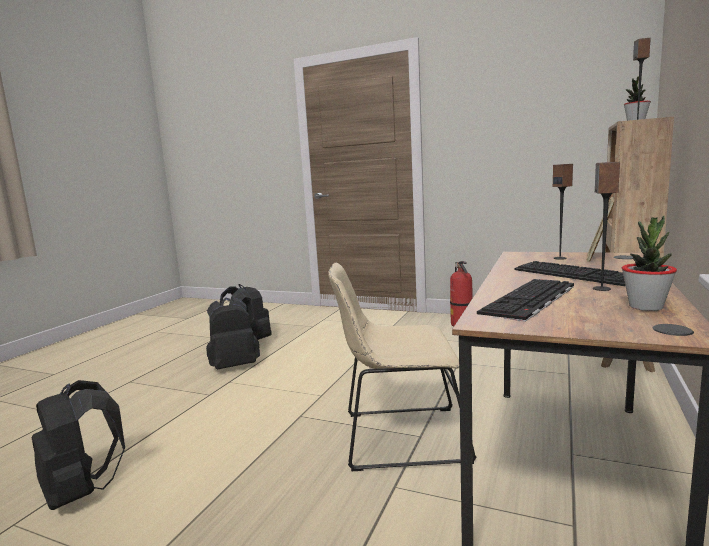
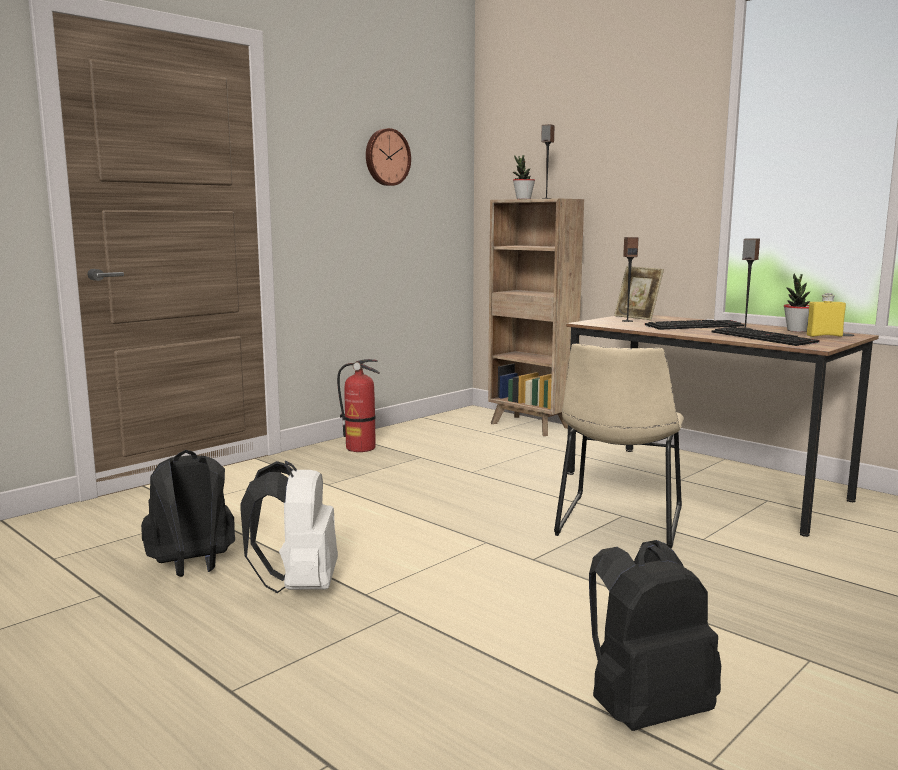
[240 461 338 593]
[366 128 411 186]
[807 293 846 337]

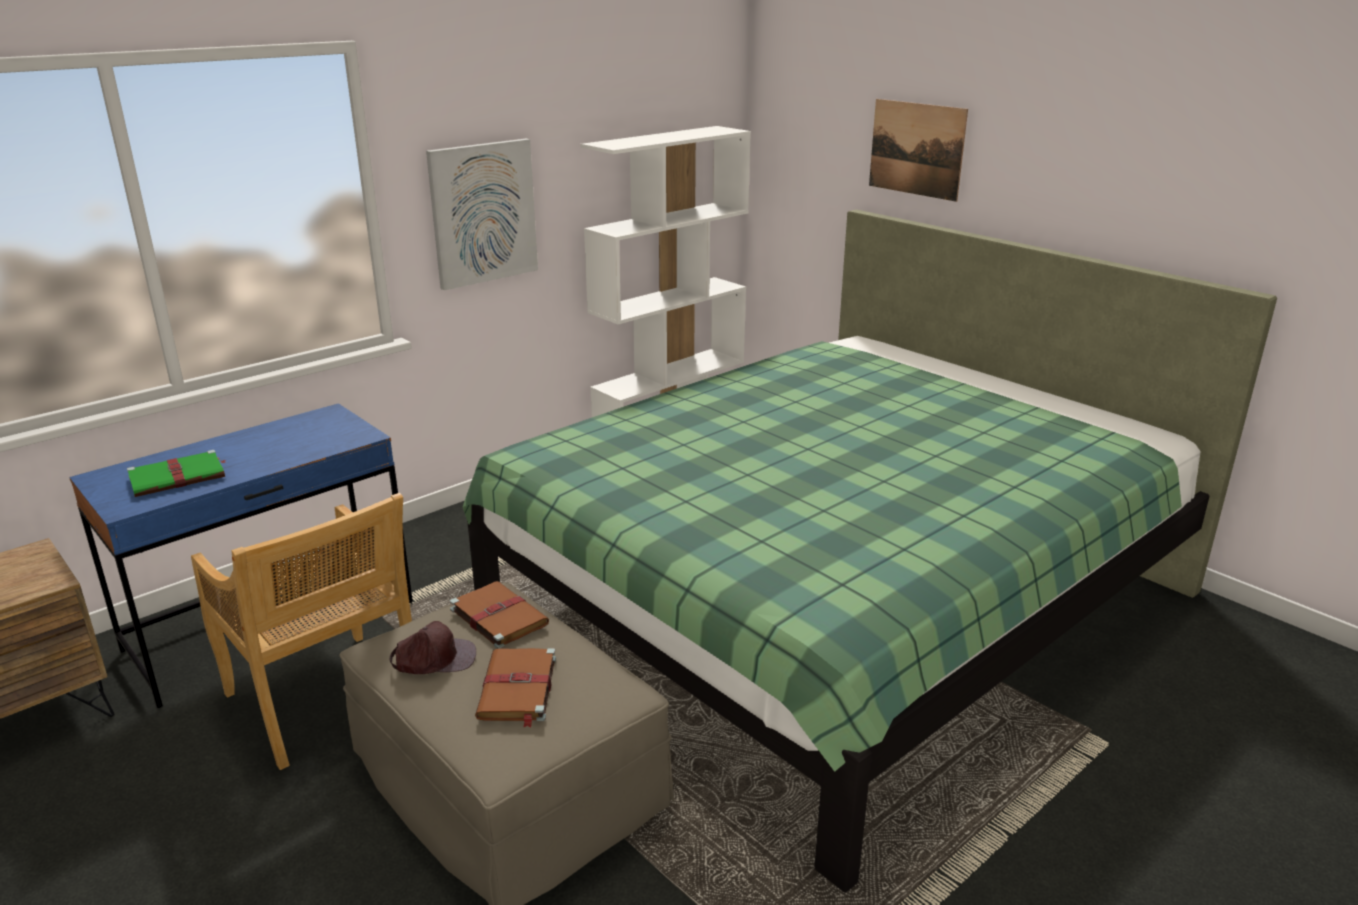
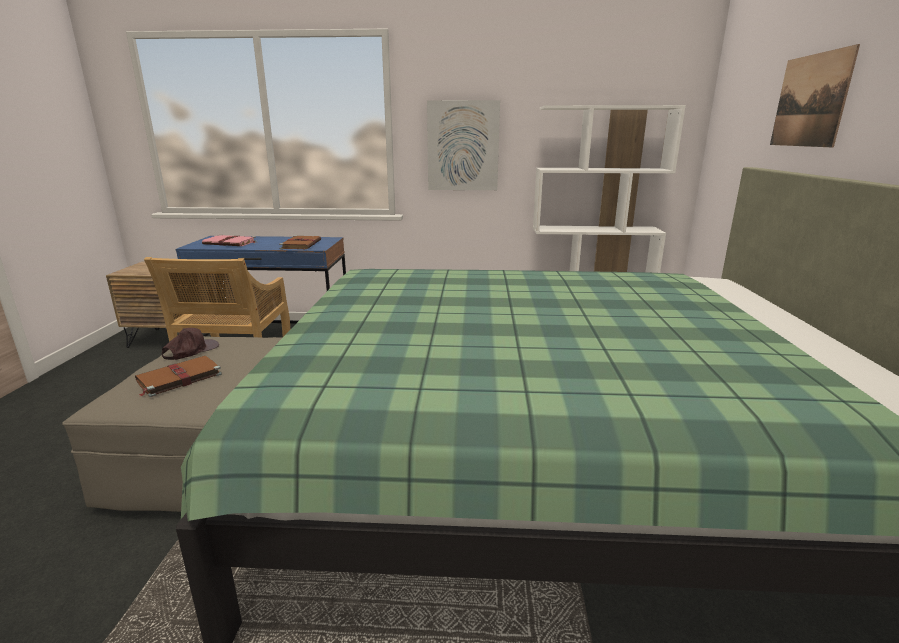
[202 235 256 246]
[162 328 219 360]
[279 235 321 249]

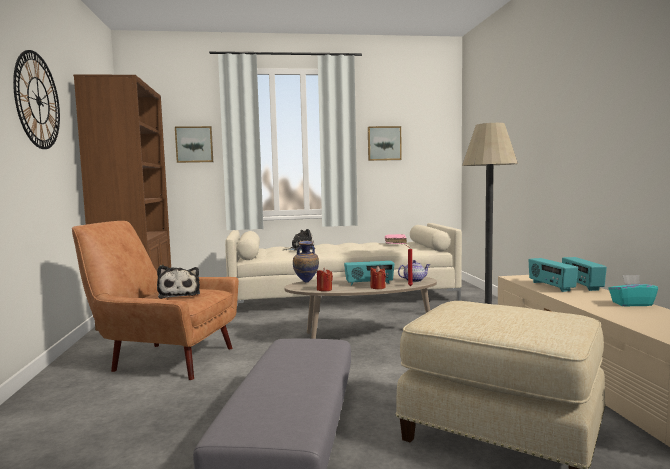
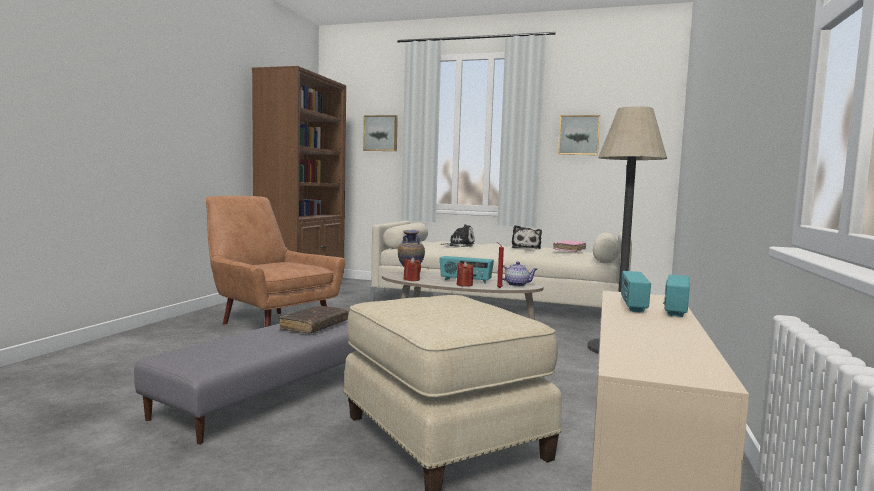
[13 50 60 149] (first image)
[512 225 542 249]
[608 275 658 307] (first image)
[279 305 349 333]

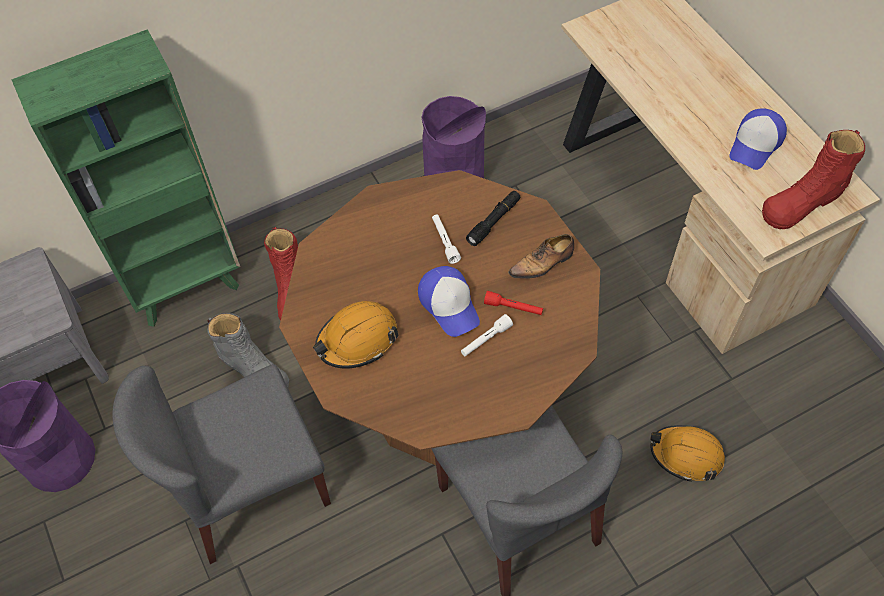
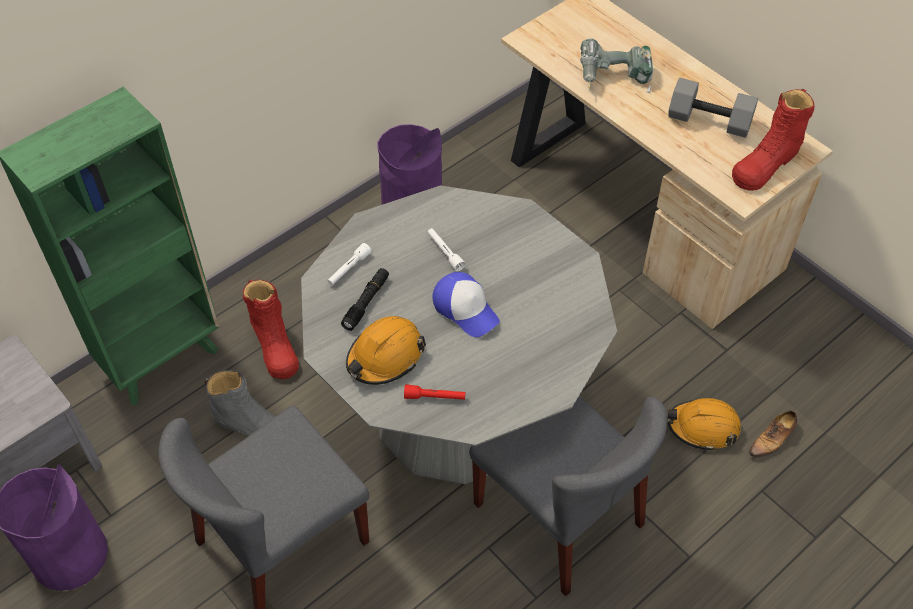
[301 185 617 484]
[327 243 372 285]
[341 268 389 331]
[404 384 465 400]
[749 410 797 458]
[668 78 758 138]
[580 38 653 93]

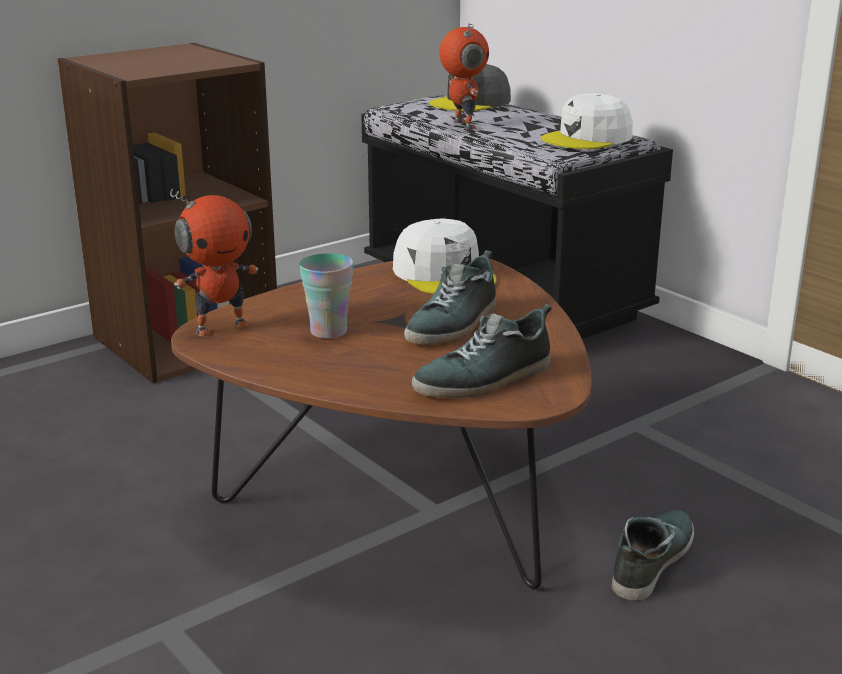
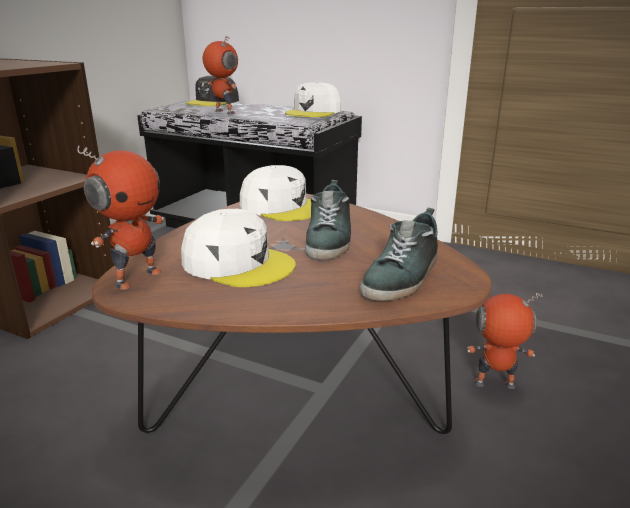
[181 209 296 287]
[467 293 543 389]

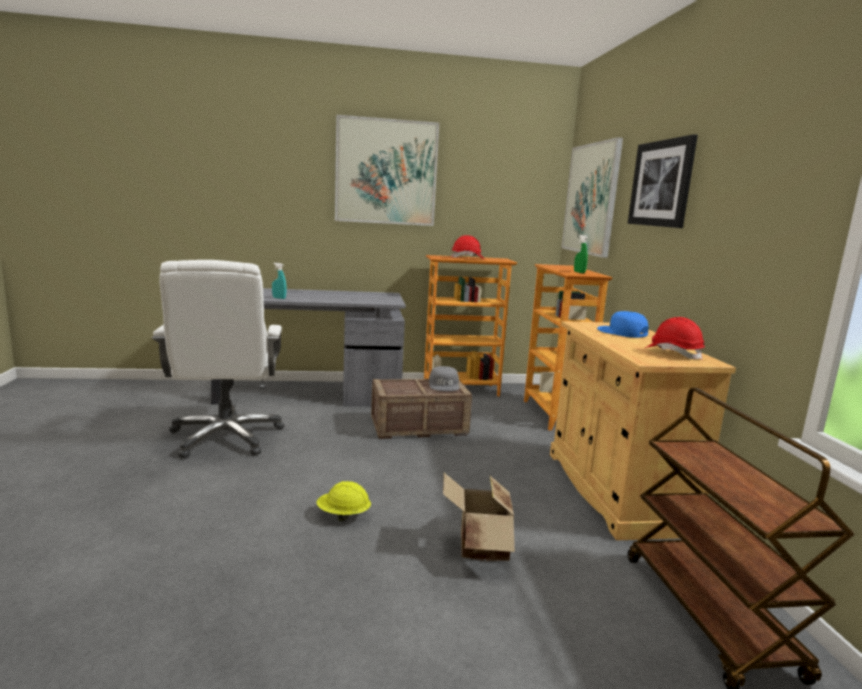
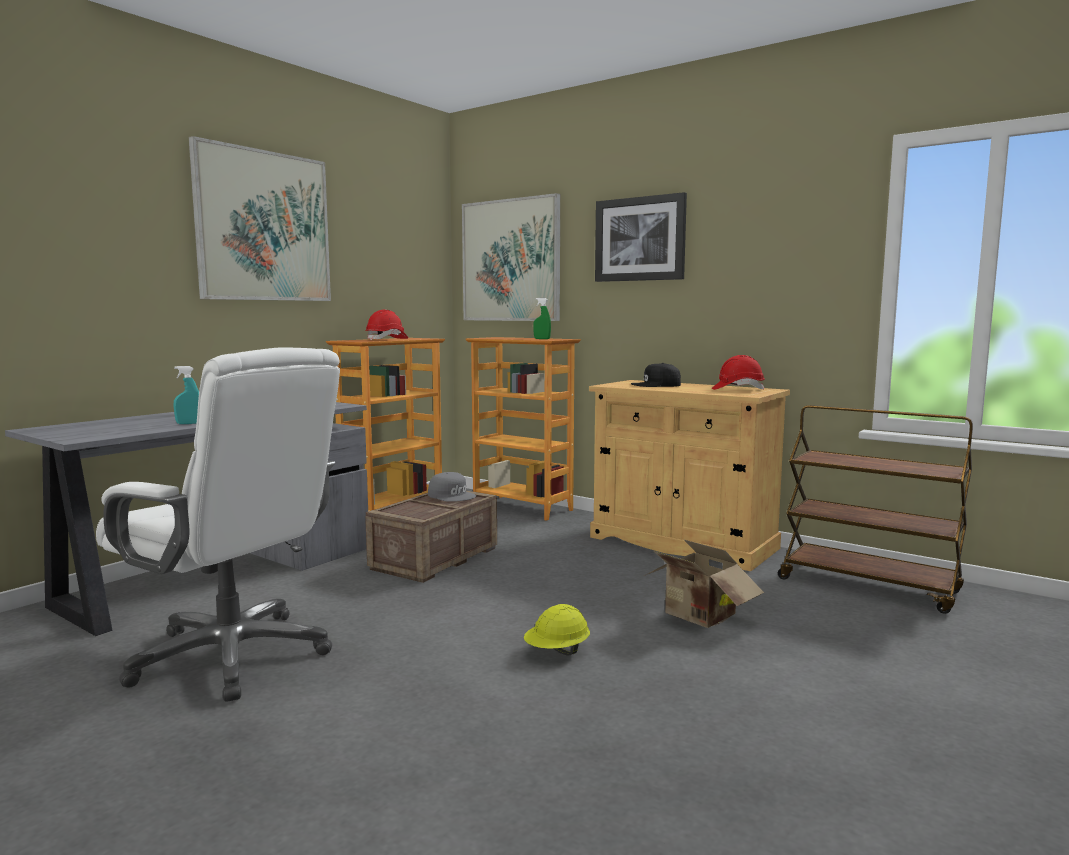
[631 363 681 387]

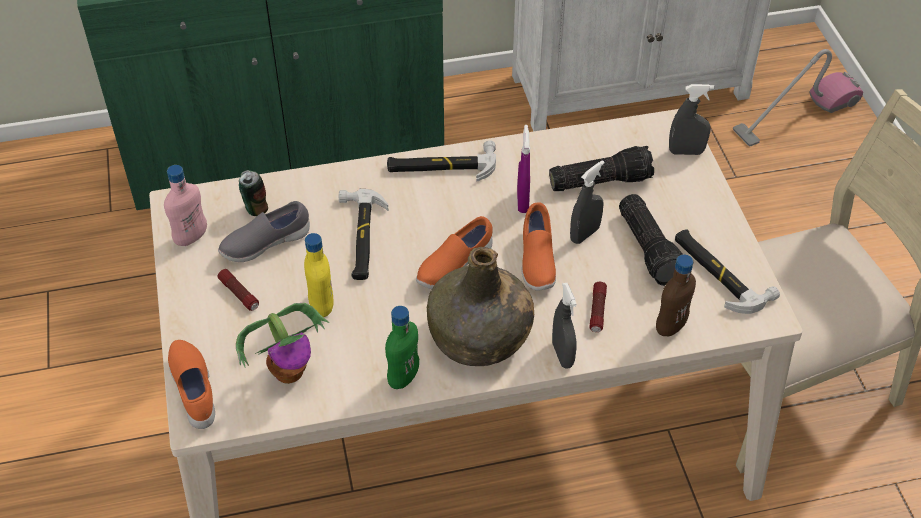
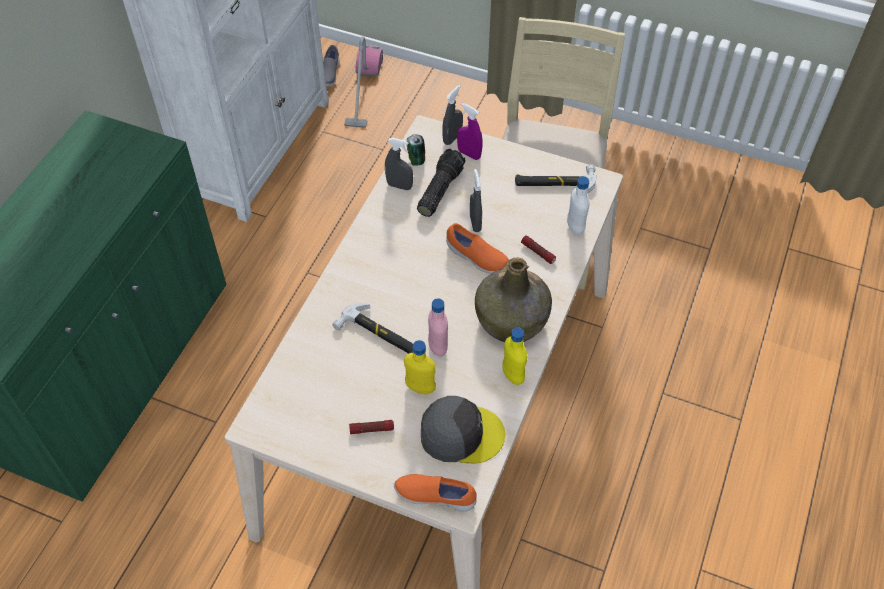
[428 298 448 357]
[323 45 340 87]
[421 396 505 464]
[407 134 425 165]
[502 327 527 385]
[387 140 496 181] (first image)
[416 216 493 289] (first image)
[457 103 483 160]
[385 138 413 190]
[619 194 683 286] (first image)
[567 176 590 235]

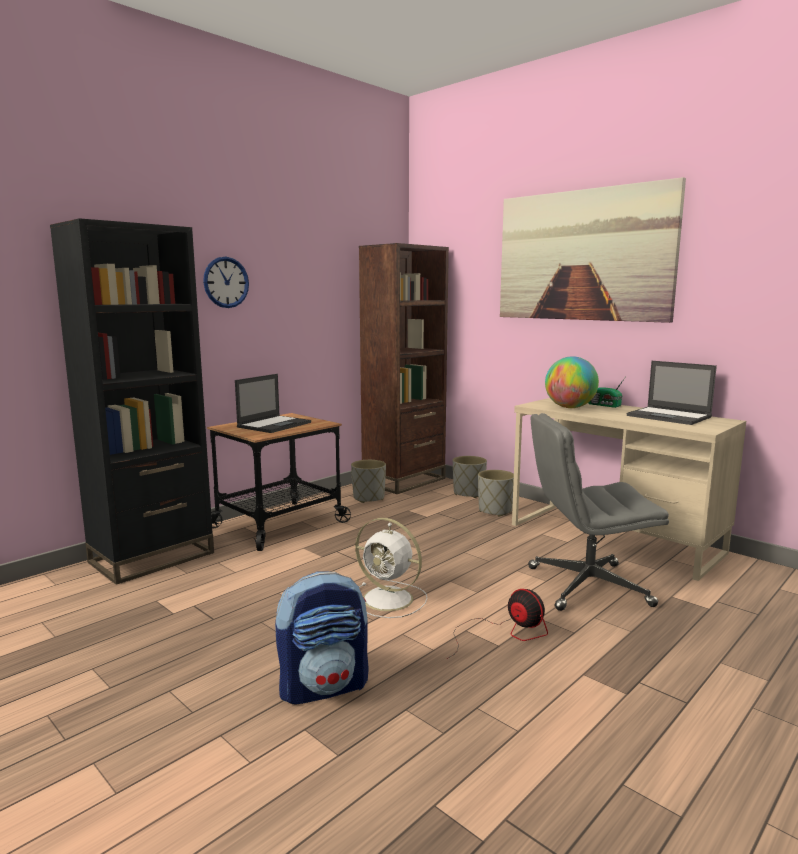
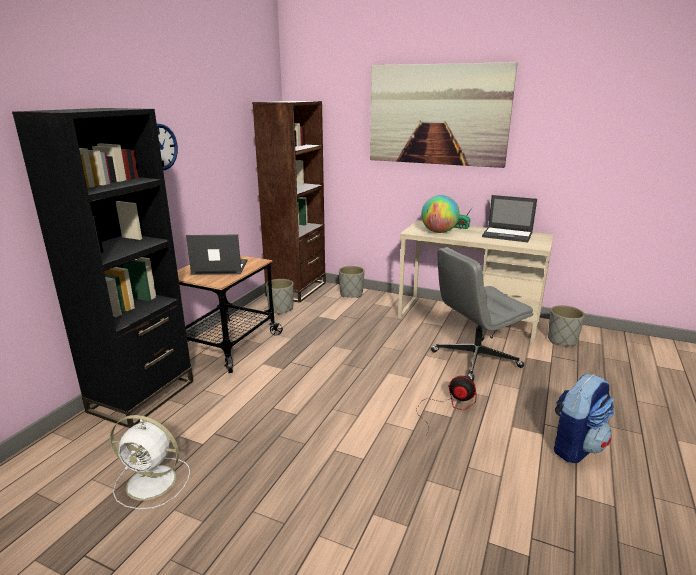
[186 235 247 275]
[554 374 614 463]
[110 415 190 509]
[548 305 585 346]

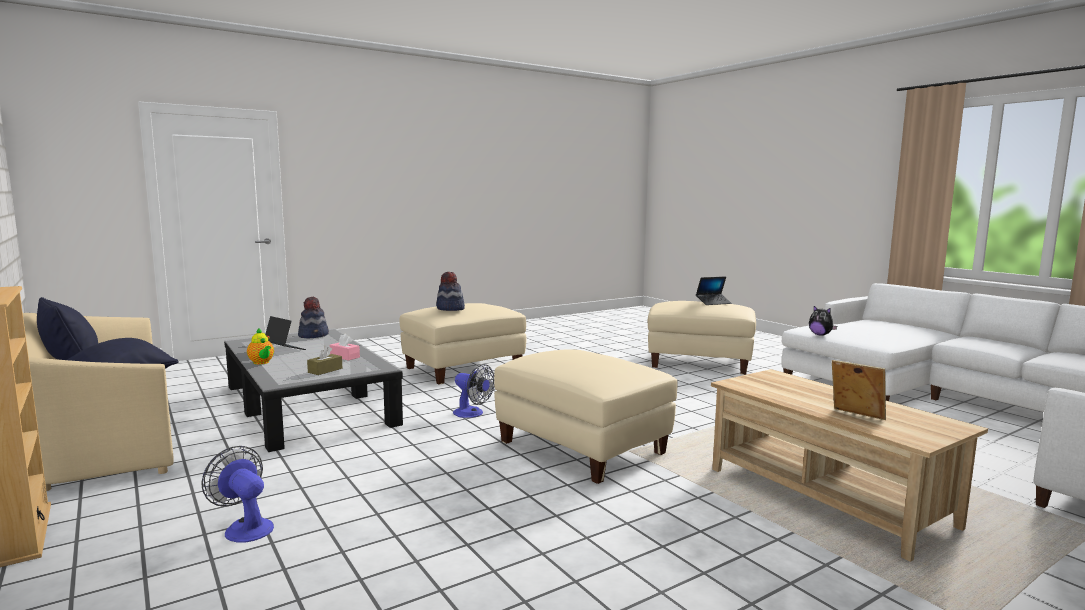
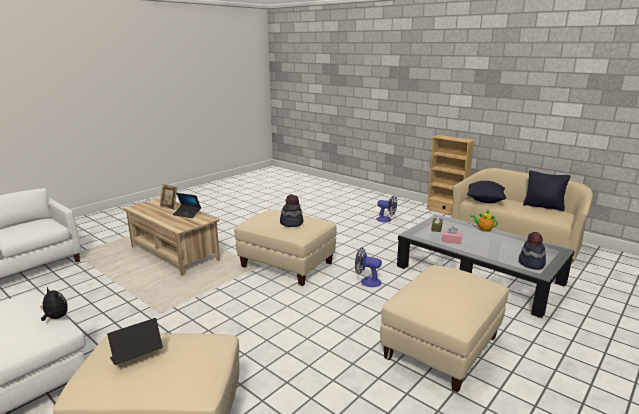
[173 193 201 218]
[280 194 303 227]

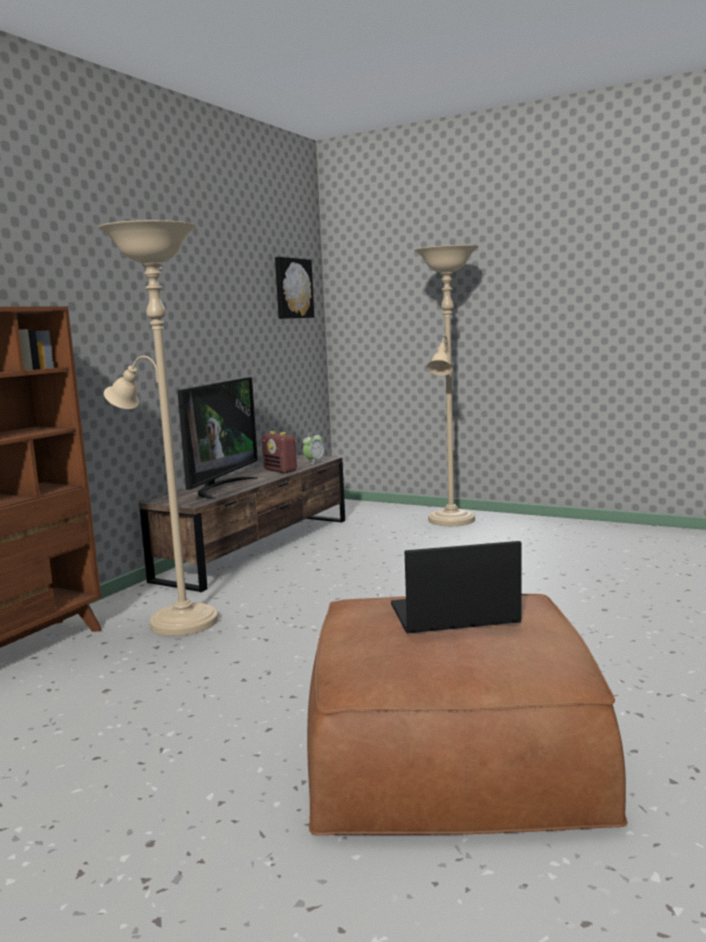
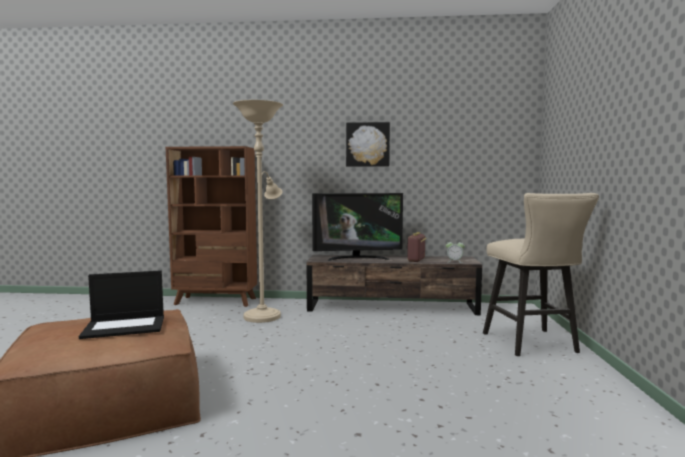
[346 122 390 167]
[79 270 164 339]
[483 193 599 356]

